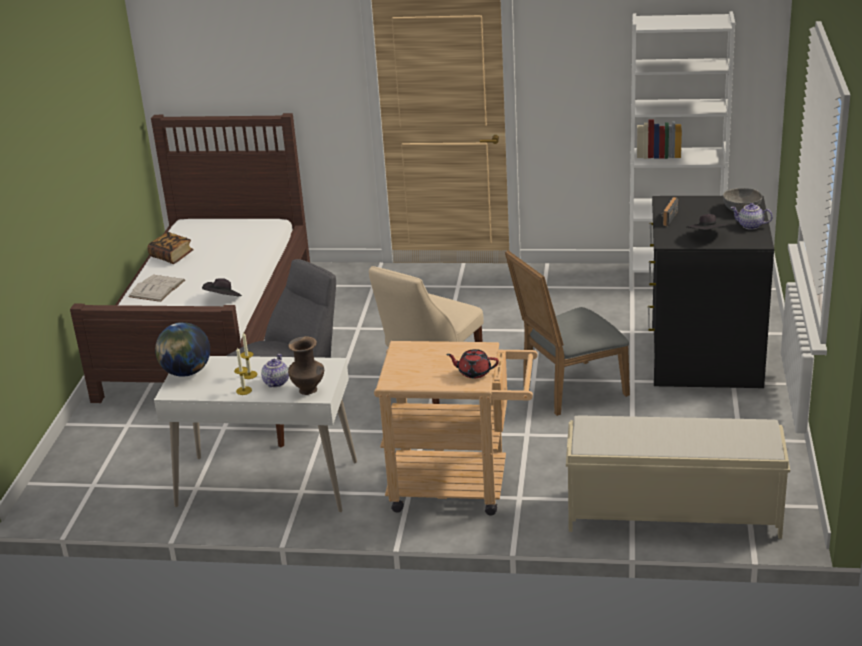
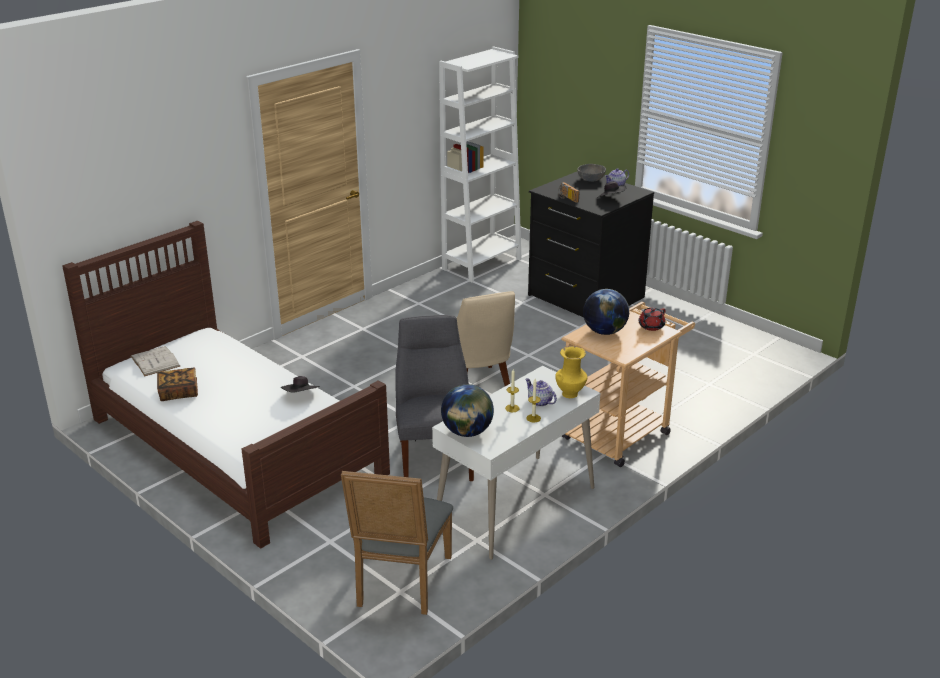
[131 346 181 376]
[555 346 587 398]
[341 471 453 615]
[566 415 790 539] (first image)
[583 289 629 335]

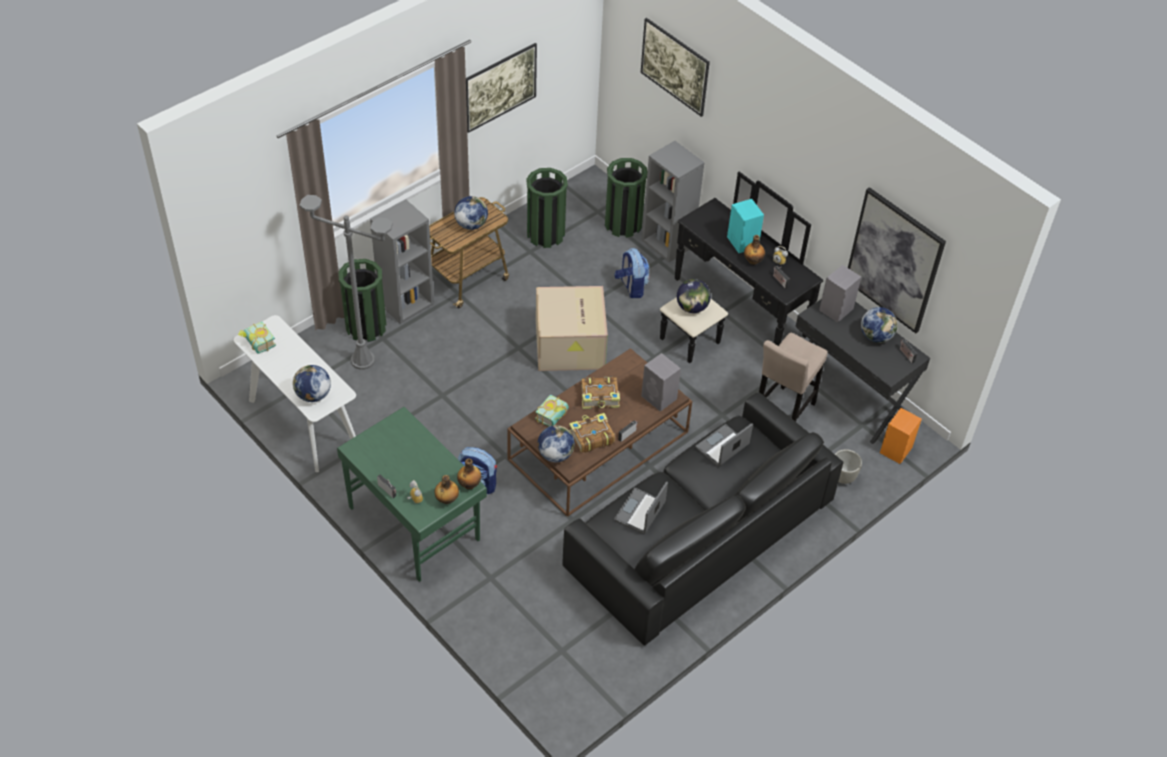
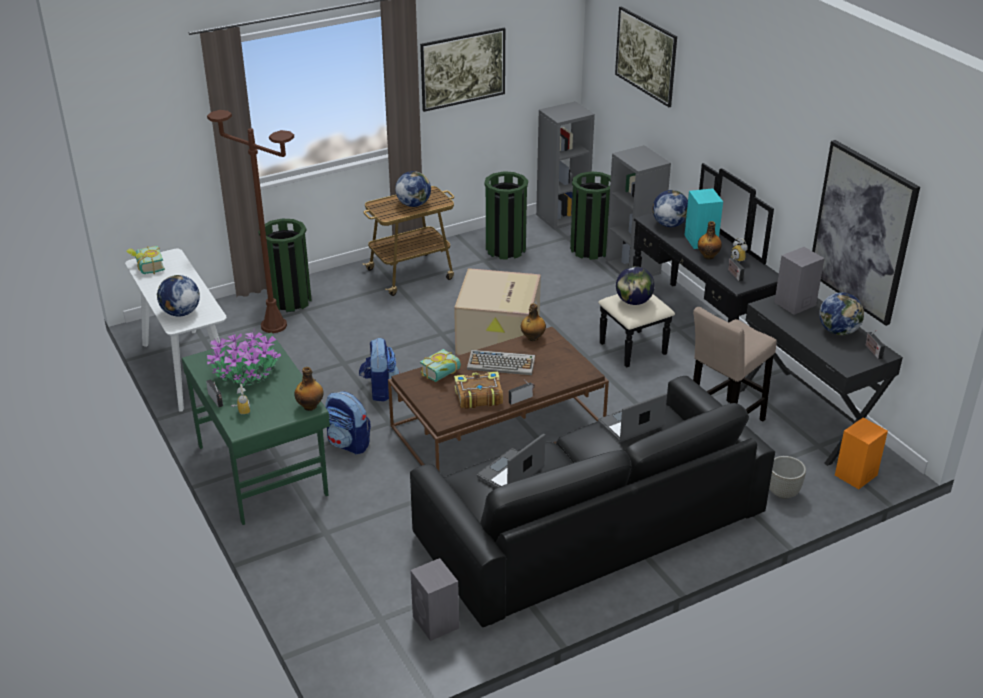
[207 110 294 333]
[536 101 595 230]
[521 303 546 341]
[652 190 688 227]
[467 350 535 375]
[359 338 400 402]
[410 558 459 641]
[207 332 281 389]

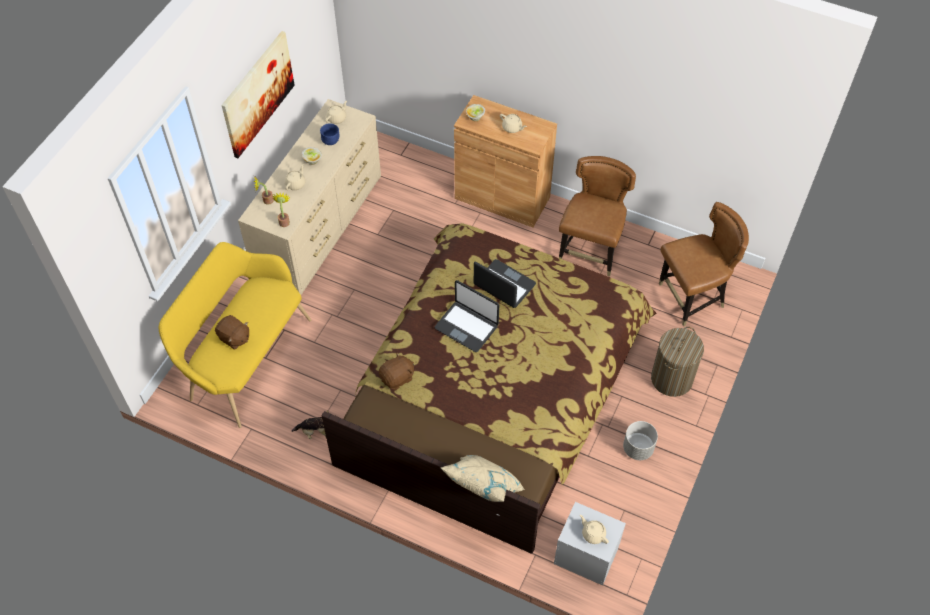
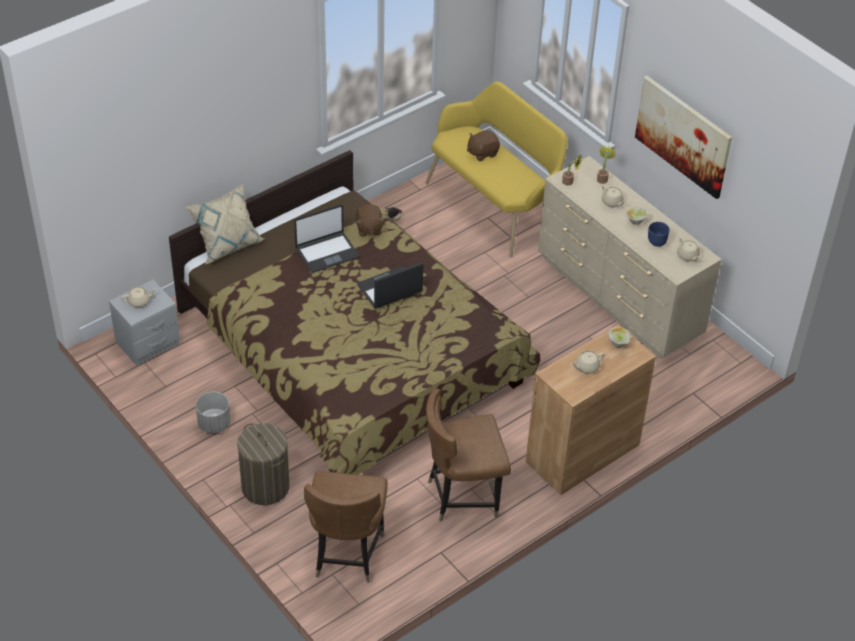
[294 204 359 273]
[426 388 511 522]

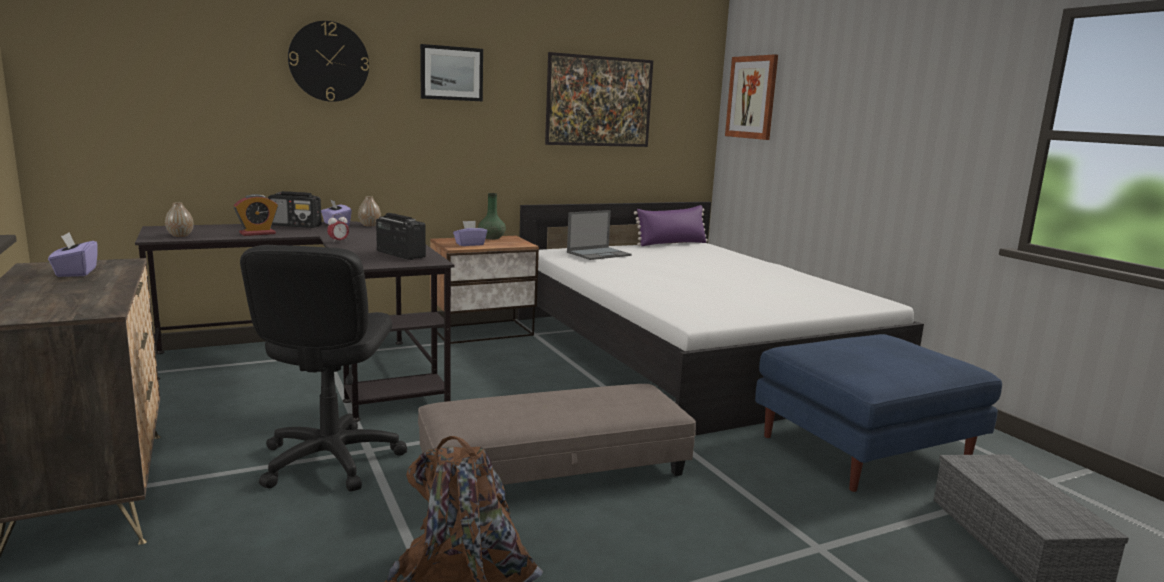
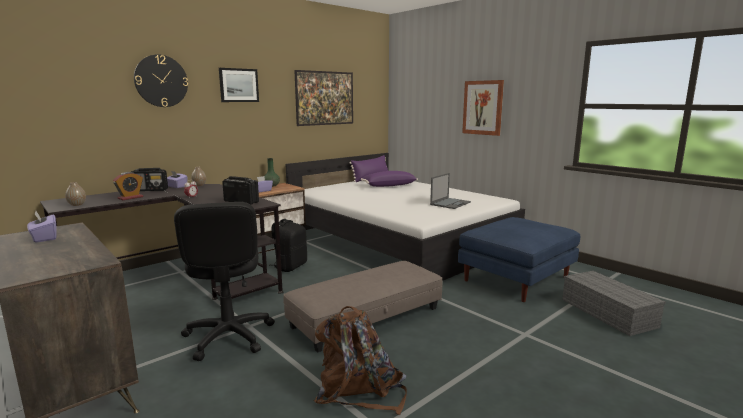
[430 173 471 209]
[462 80 504 136]
[271 219 307 272]
[361 171 418 187]

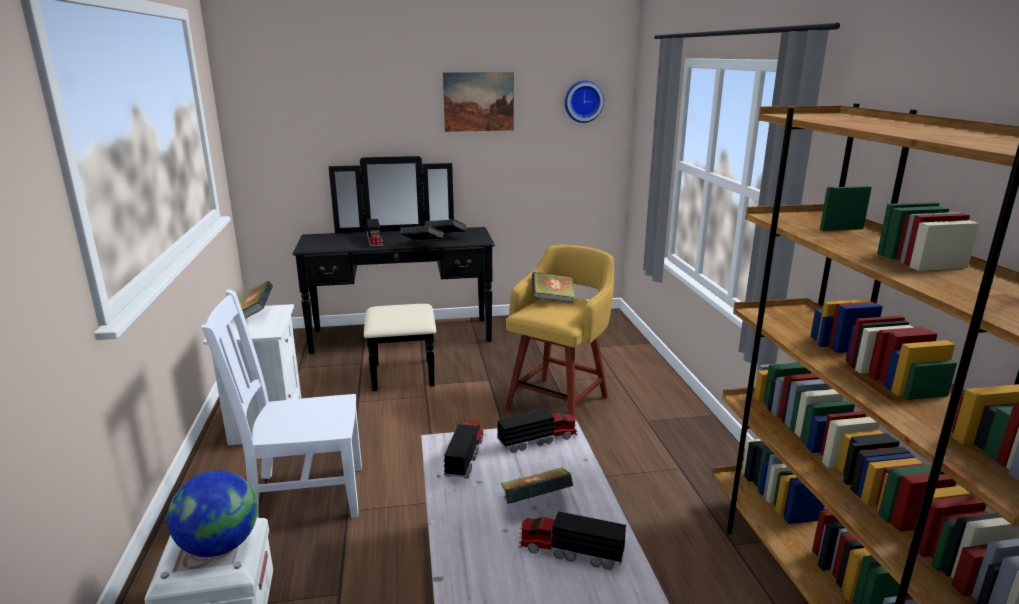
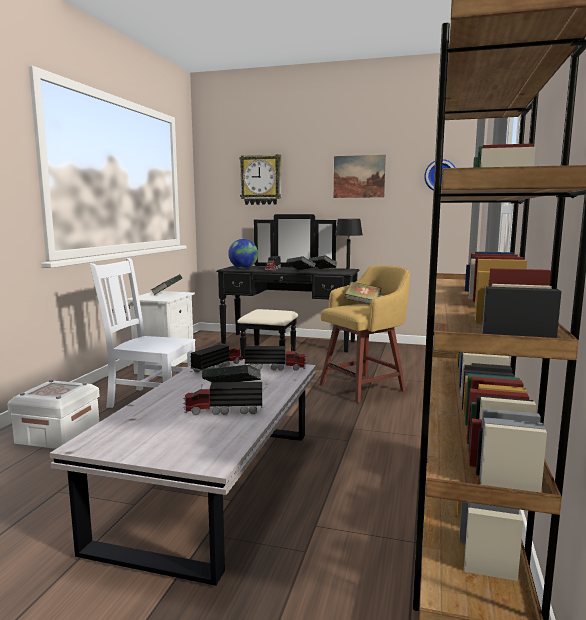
[228 239 258 269]
[183 382 263 415]
[239 154 281 205]
[335 219 362 270]

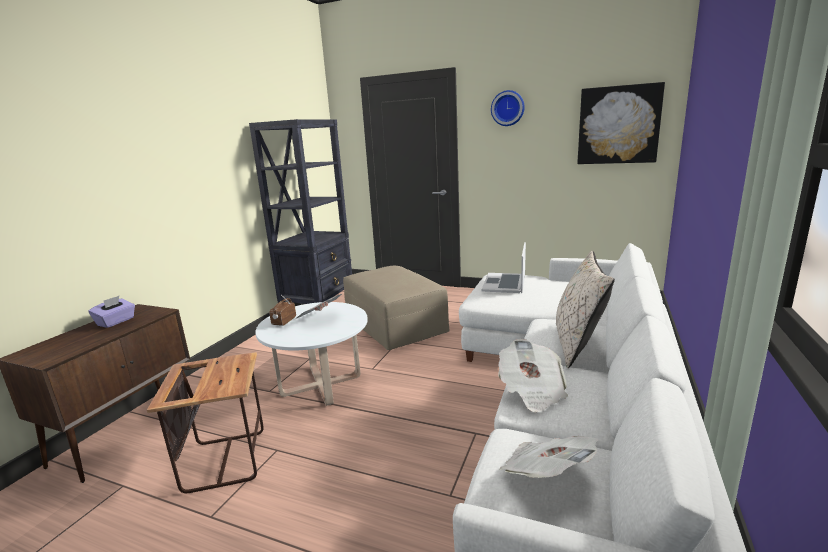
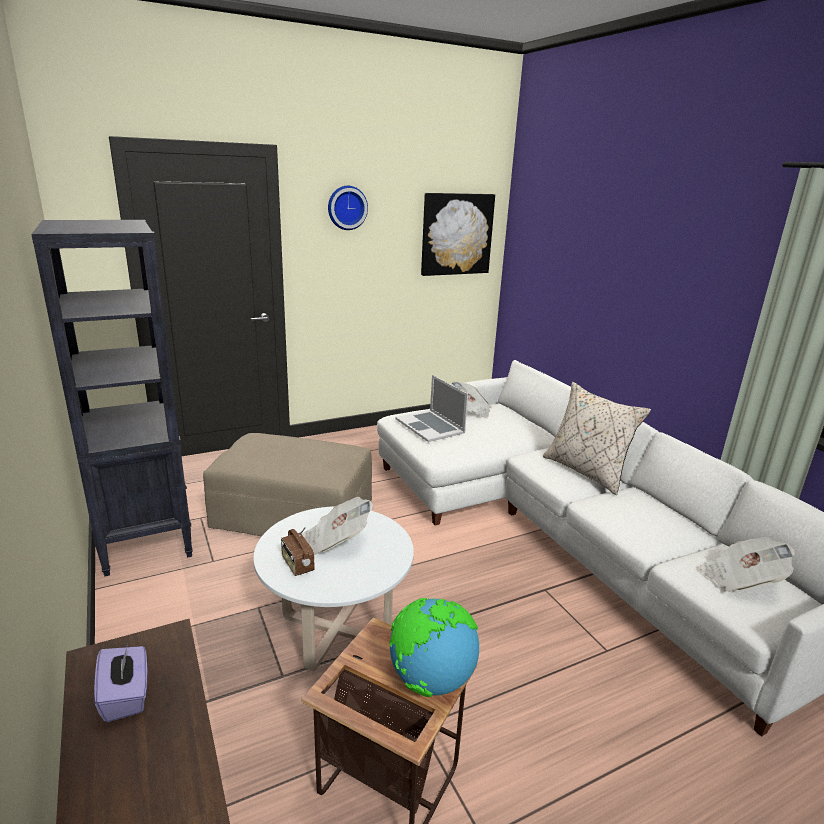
[451 381 492 418]
[390 598 479 697]

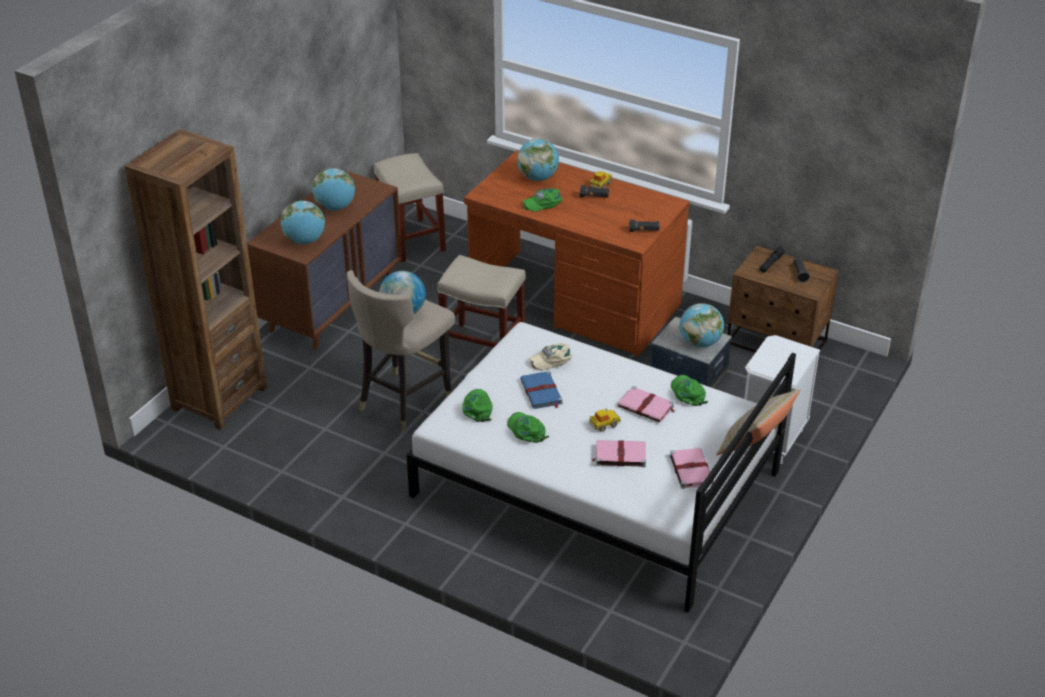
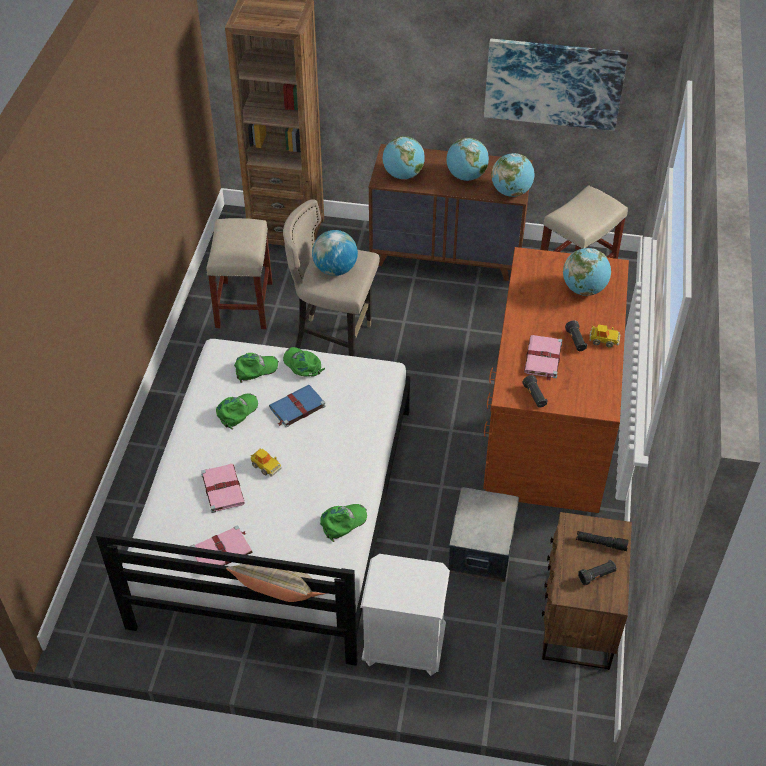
[207 218 273 329]
[283 347 325 377]
[529 343 572 370] (first image)
[524 335 562 380]
[491 153 535 197]
[484 38 628 131]

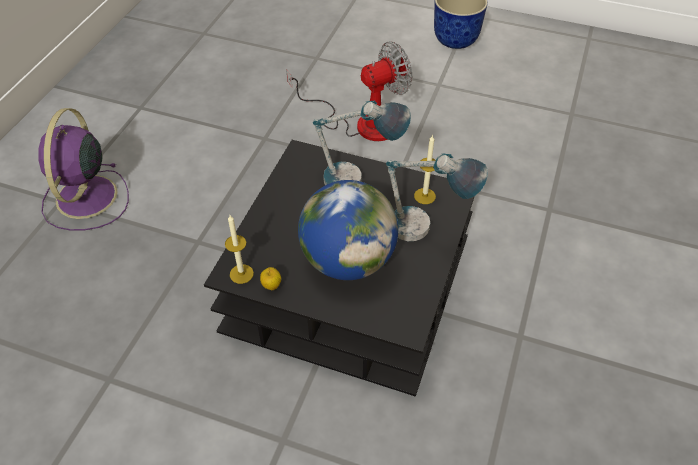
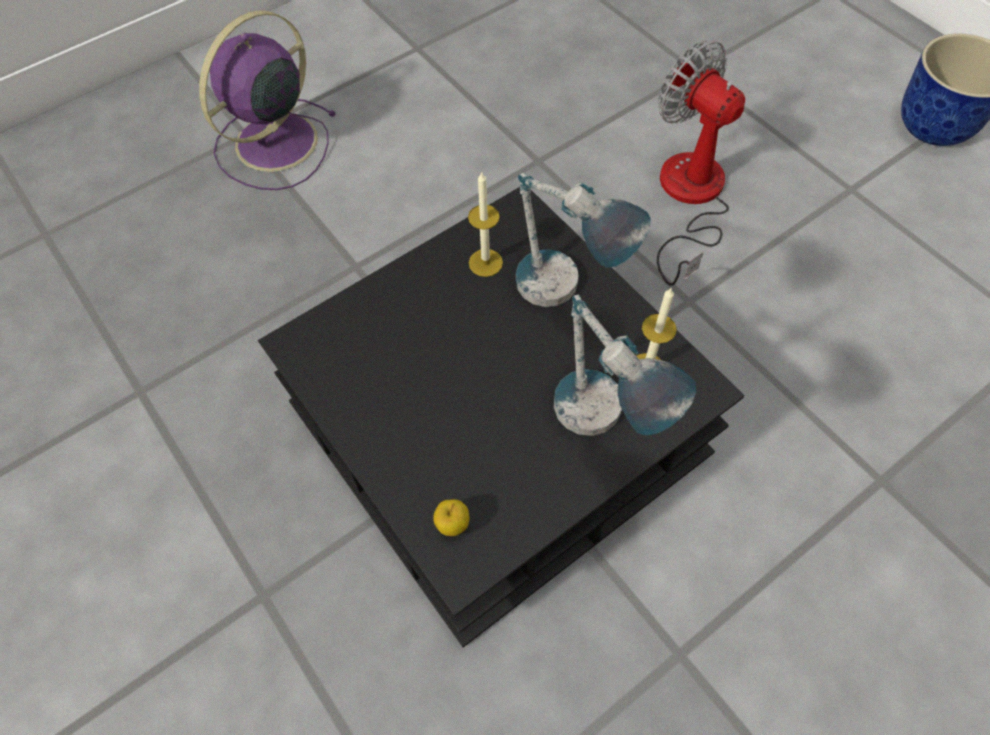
[468 171 503 277]
[433 499 470 536]
[657 40 745 286]
[298 180 398 280] (first image)

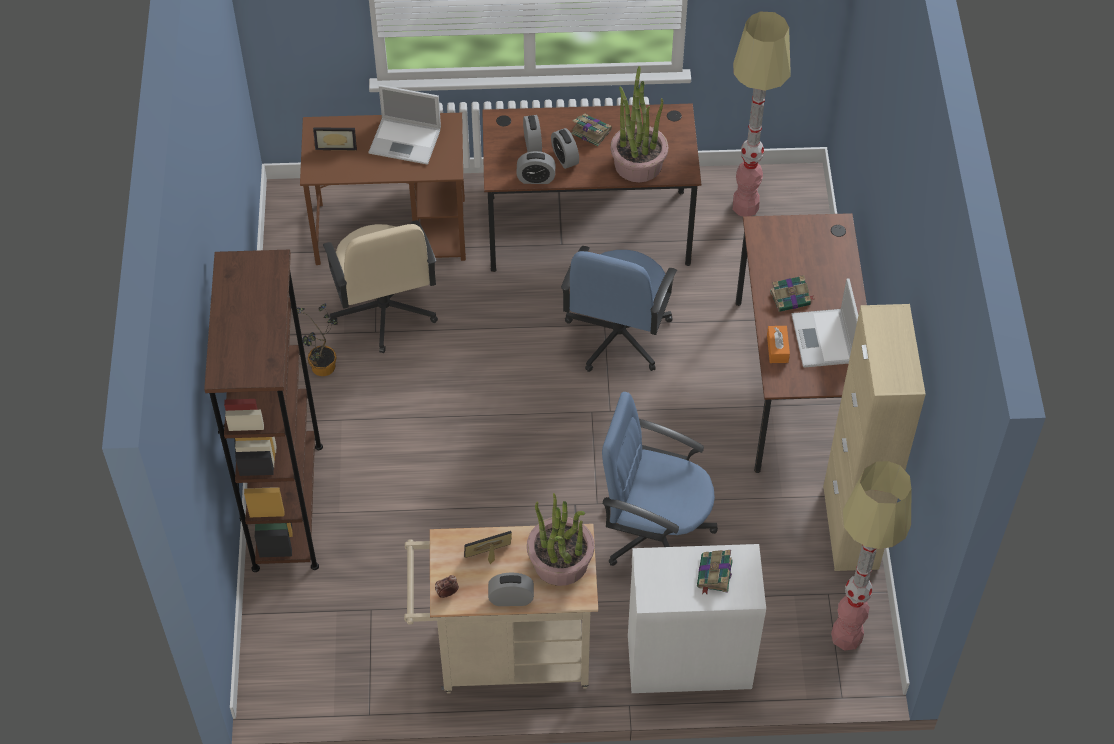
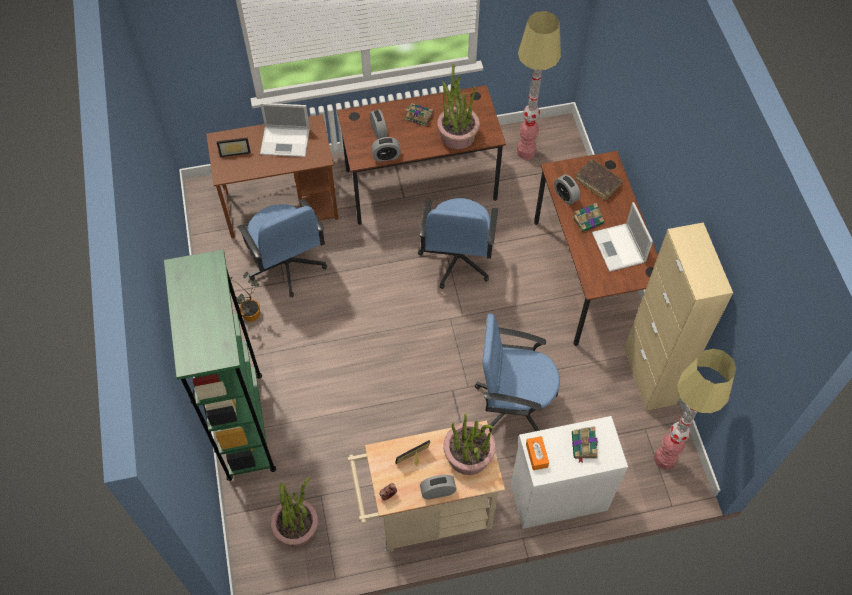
[164 249 276 481]
[238 199 327 298]
[554 174 580 205]
[526 436 549 470]
[271 477 318 547]
[575 159 623 201]

